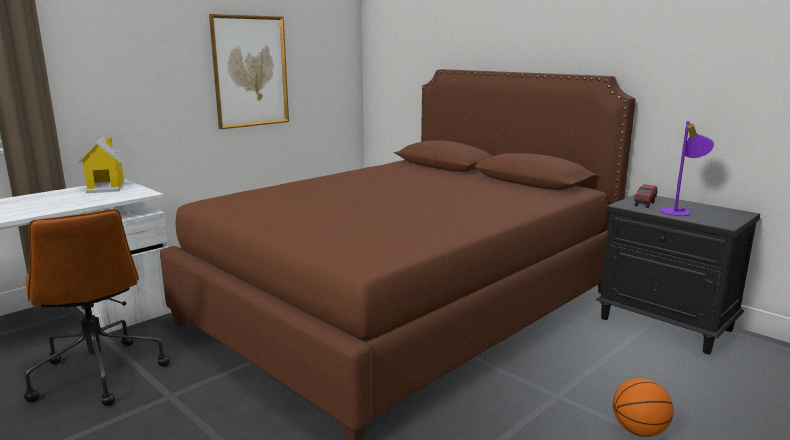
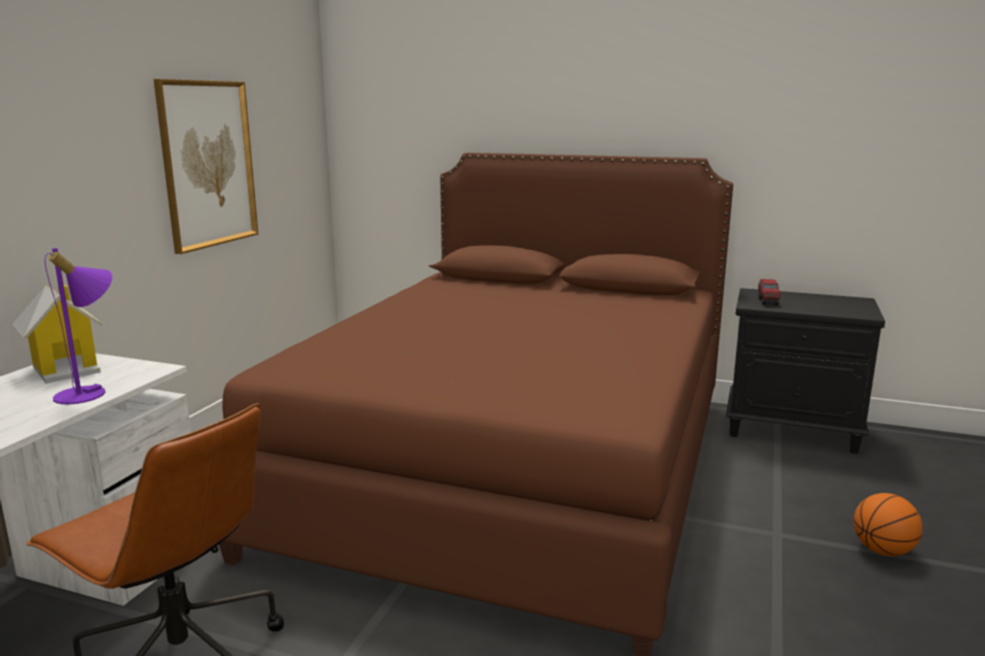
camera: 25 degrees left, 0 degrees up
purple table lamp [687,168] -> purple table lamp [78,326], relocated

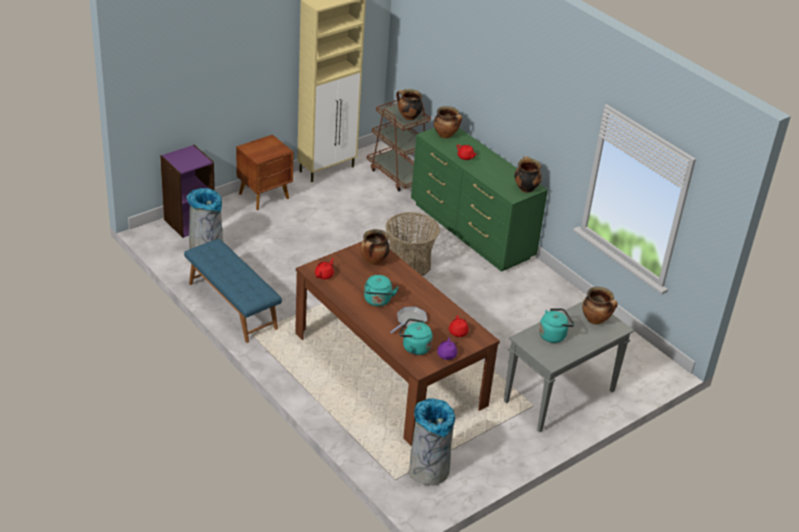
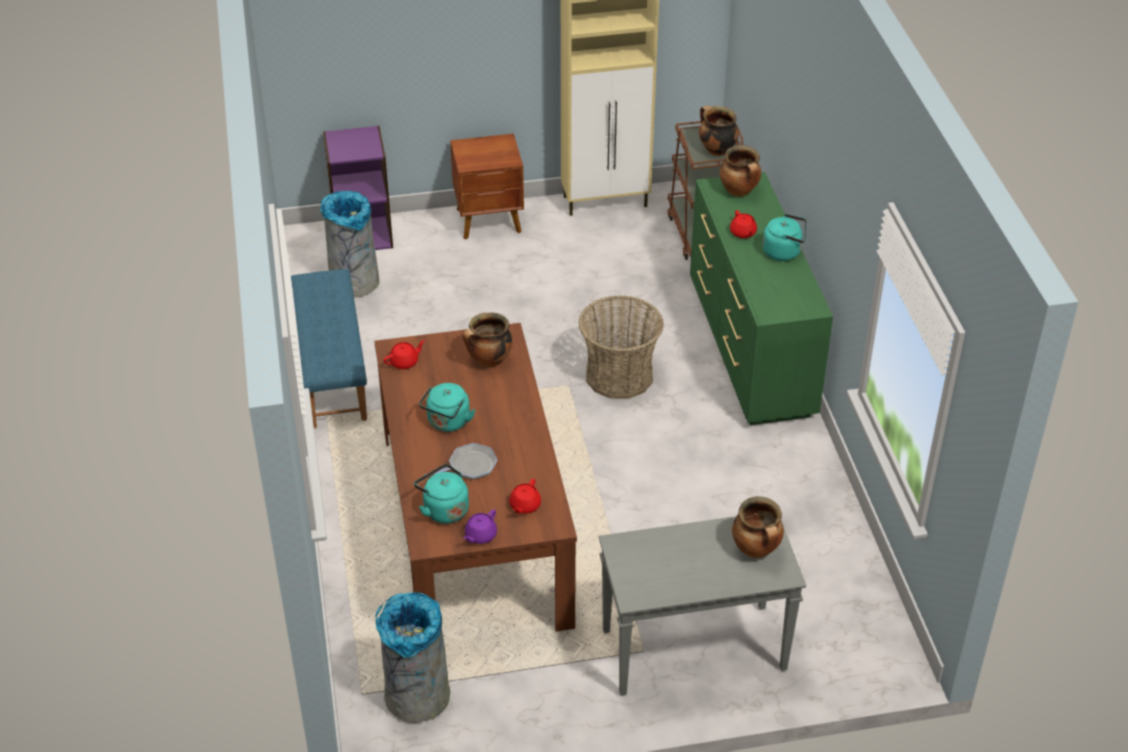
camera: 30 degrees right, 5 degrees up
cooking pot [528,174] -> none
turquoise kettle [557,325] -> turquoise kettle [785,237], relocated

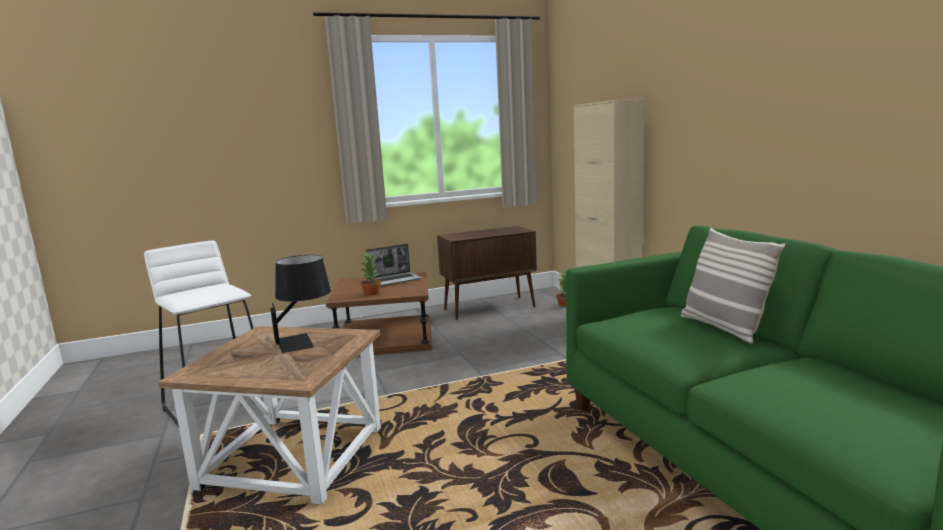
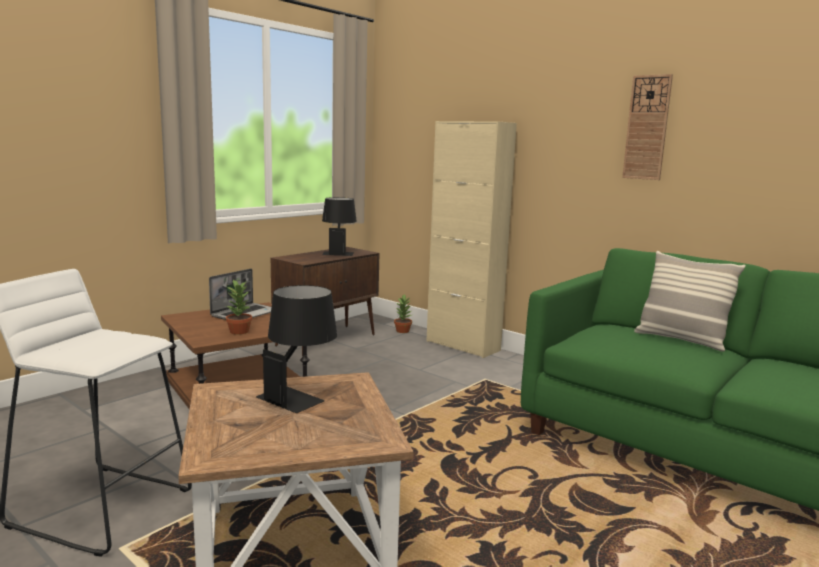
camera: 30 degrees left, 0 degrees up
none -> black table lamp [339,226]
none -> wall clock [647,127]

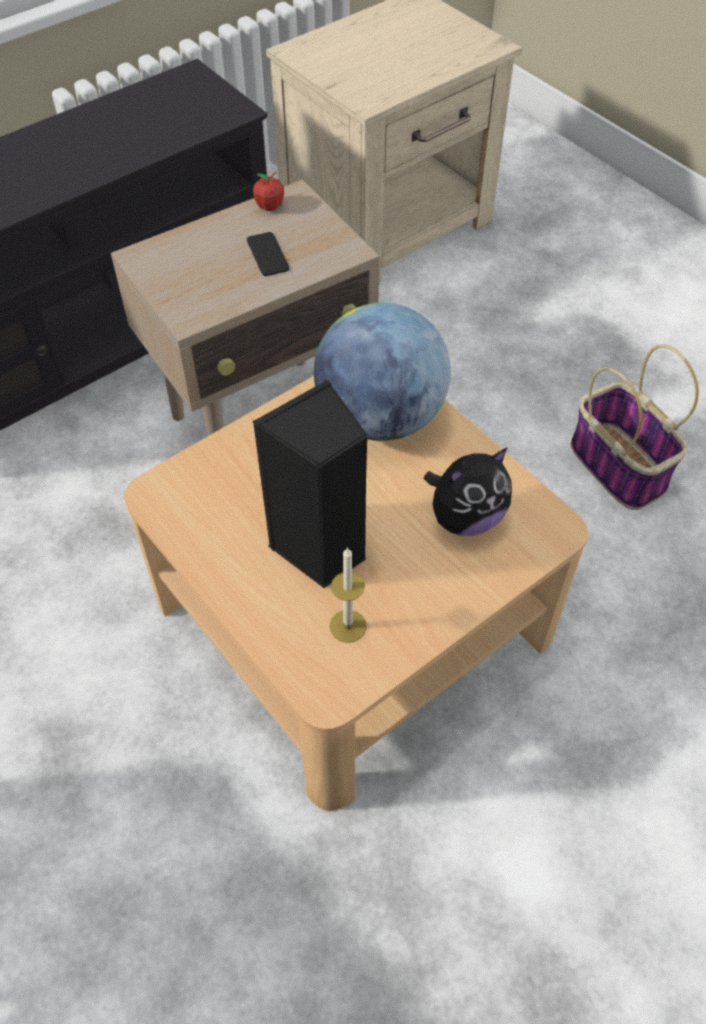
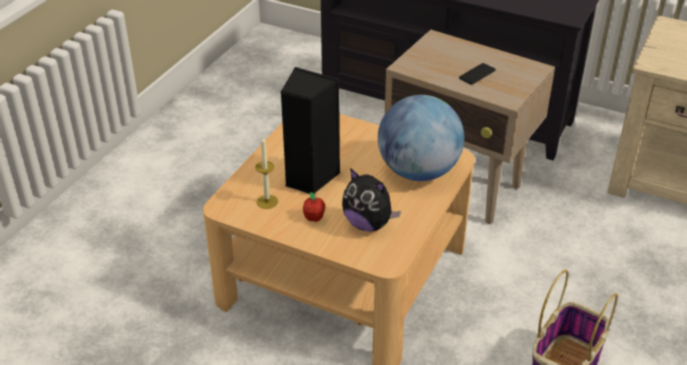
camera: 65 degrees right, 15 degrees down
apple [268,191] -> apple [314,207], relocated

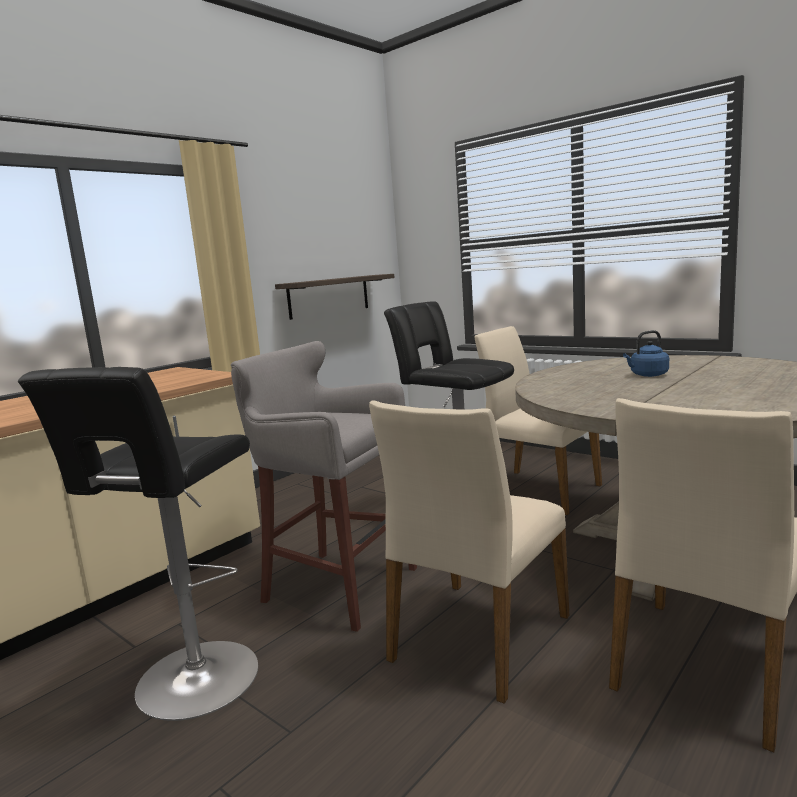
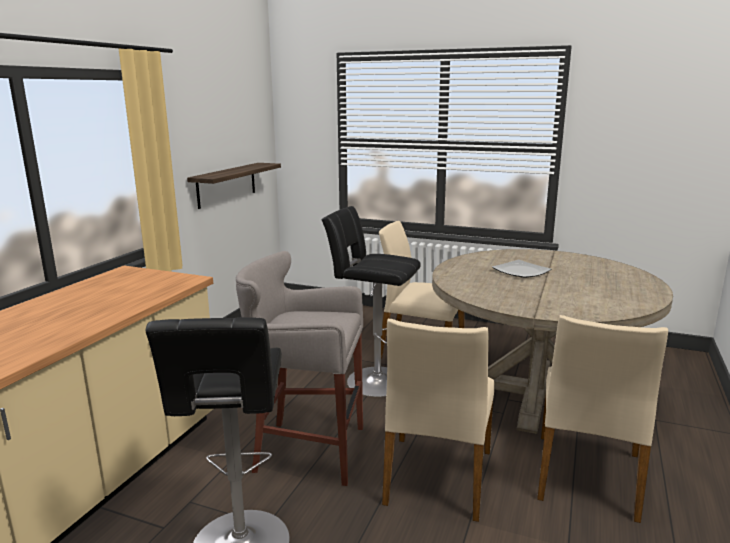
camera: 20 degrees left, 5 degrees up
blue kettle [646,353] -> plate [522,269]

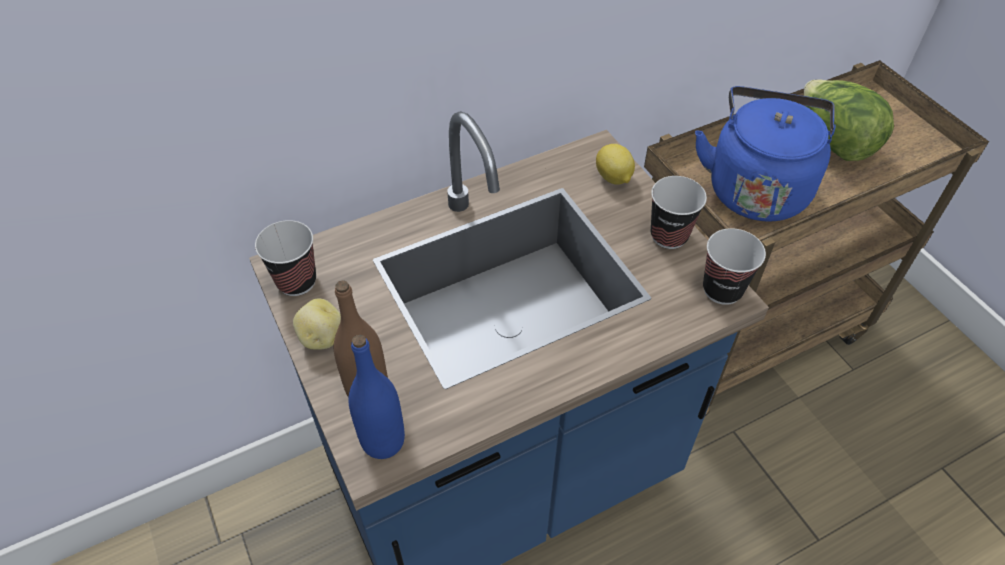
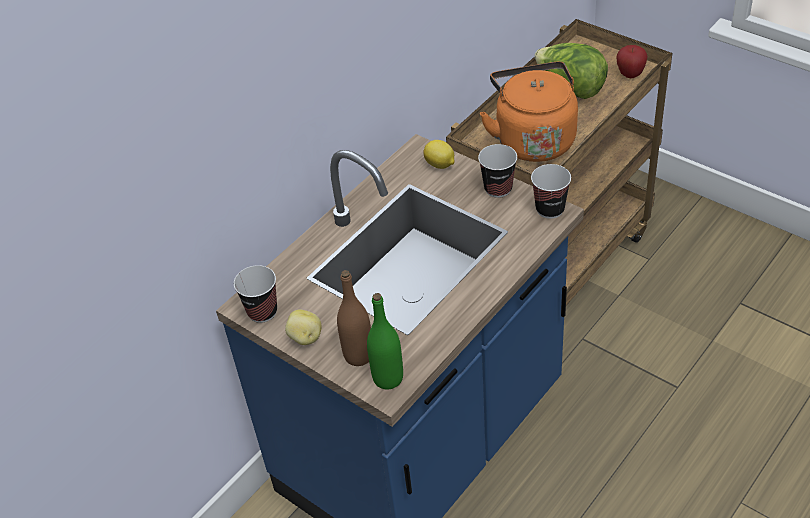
camera: 20 degrees left, 5 degrees down
none -> apple [632,61]
blue bottle [376,396] -> green bottle [385,341]
blue kettle [765,154] -> orange kettle [529,112]

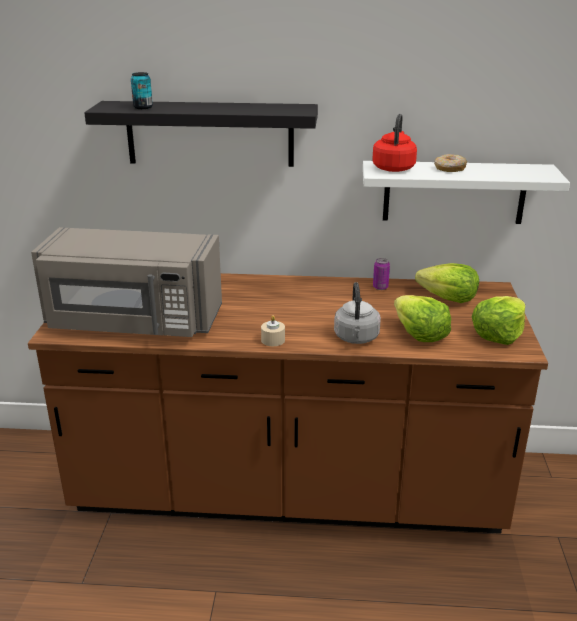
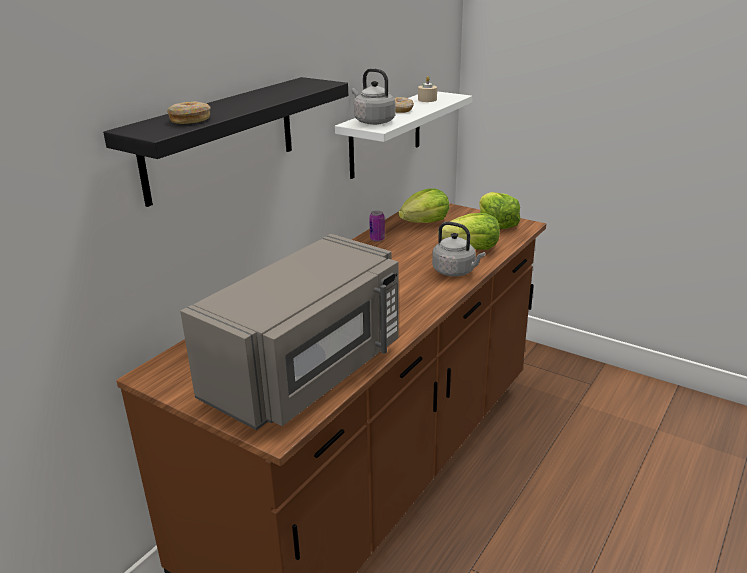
camera: 60 degrees left, 0 degrees up
beige candle [273,330] -> beige candle [427,89], relocated
can [142,90] -> donut [189,112]
red kettle [394,143] -> grey kettle [374,96]

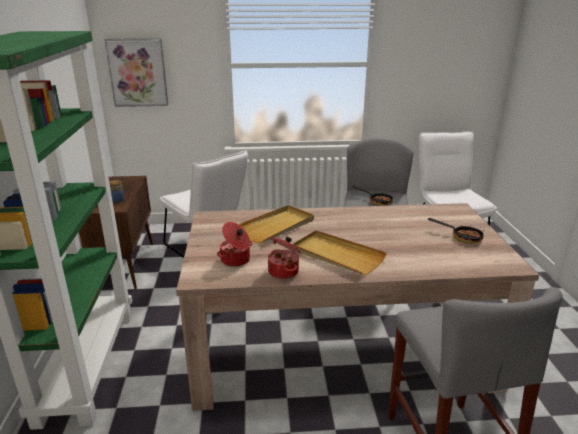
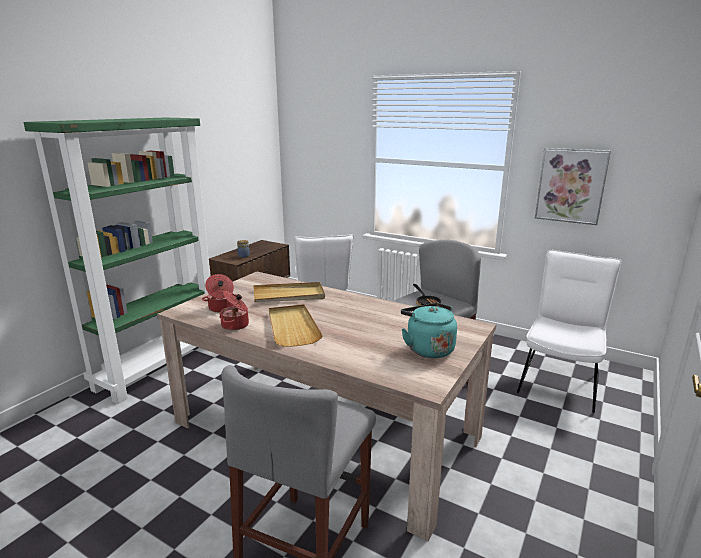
camera: 35 degrees right, 5 degrees down
picture [136,73] -> picture [573,186], relocated
frying pan [456,231] -> turquoise kettle [429,330]

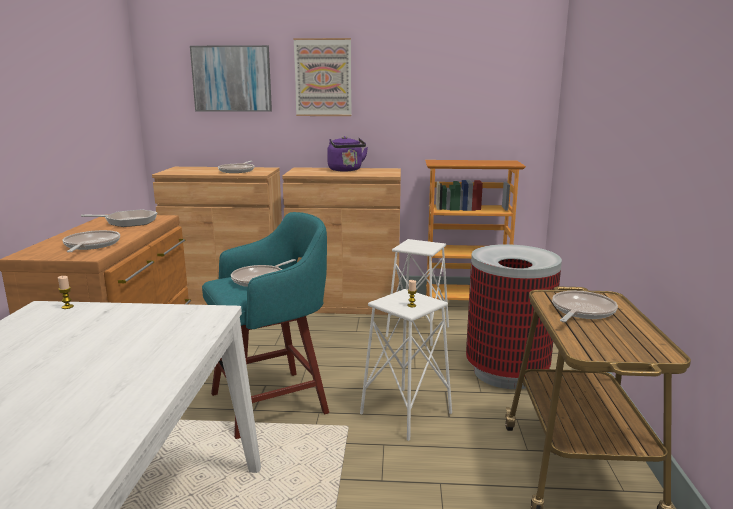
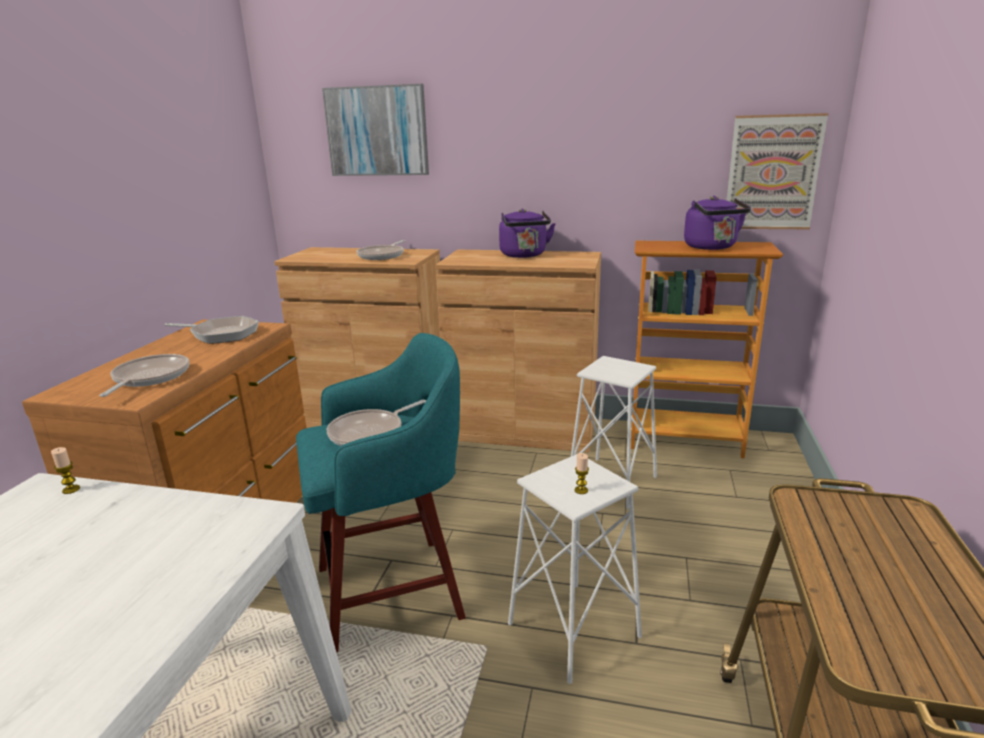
camera: 10 degrees right, 5 degrees up
trash can [514,316] -> none
frying pan [585,306] -> none
none -> purple kettle [717,223]
picture [322,77] -> picture [777,171], relocated

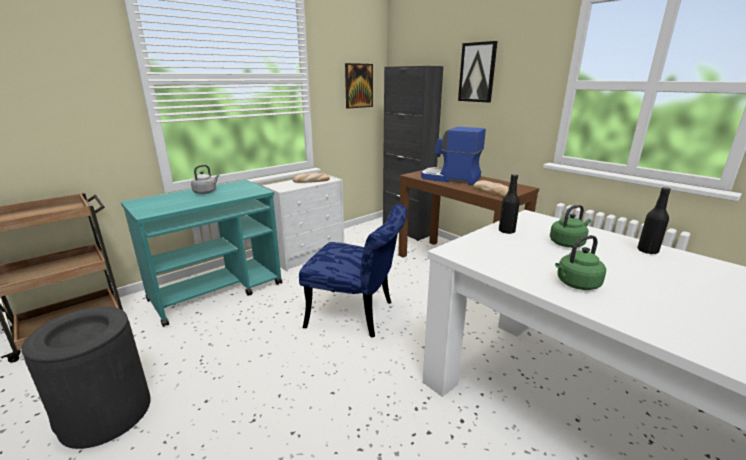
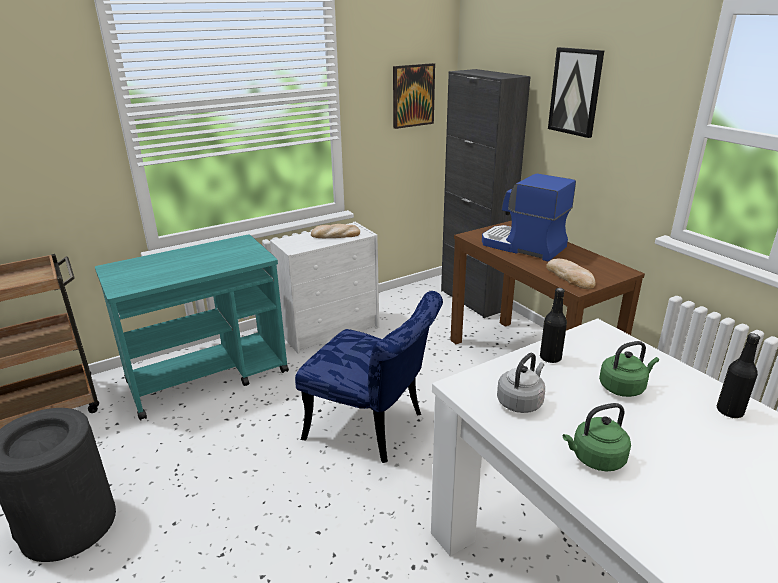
camera: 10 degrees right, 5 degrees up
grey kettle [205,179] -> grey kettle [521,383], relocated

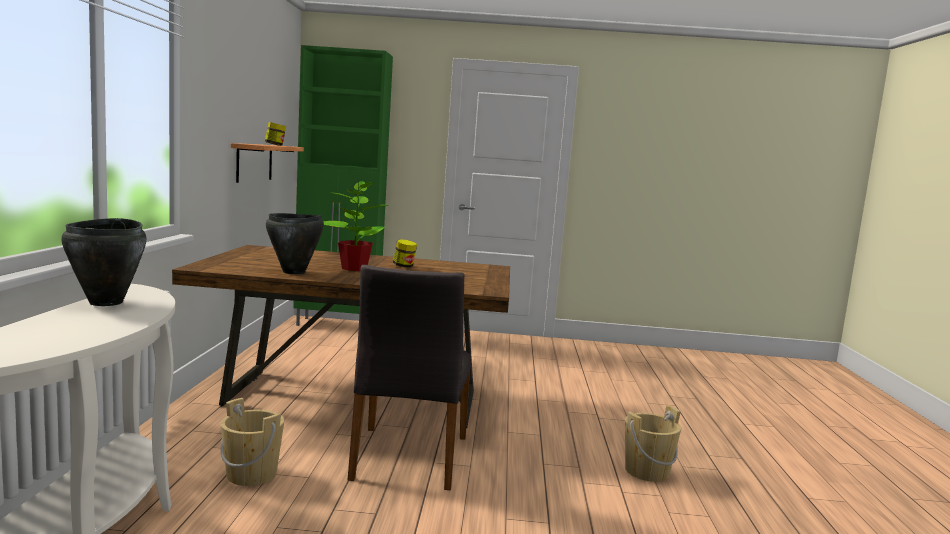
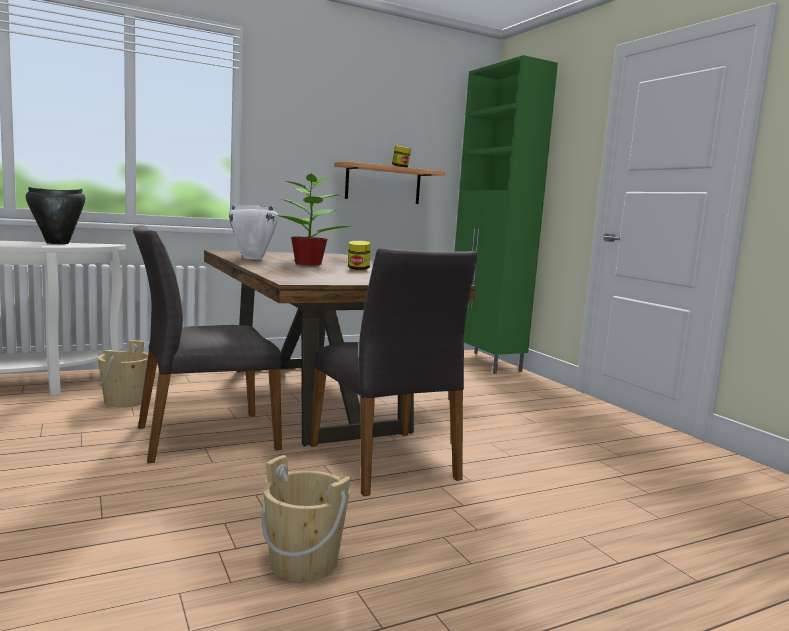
camera: 60 degrees right, 0 degrees up
none -> grey chair [393,372]
black cooking pot [295,243] -> white cooking pot [254,232]

